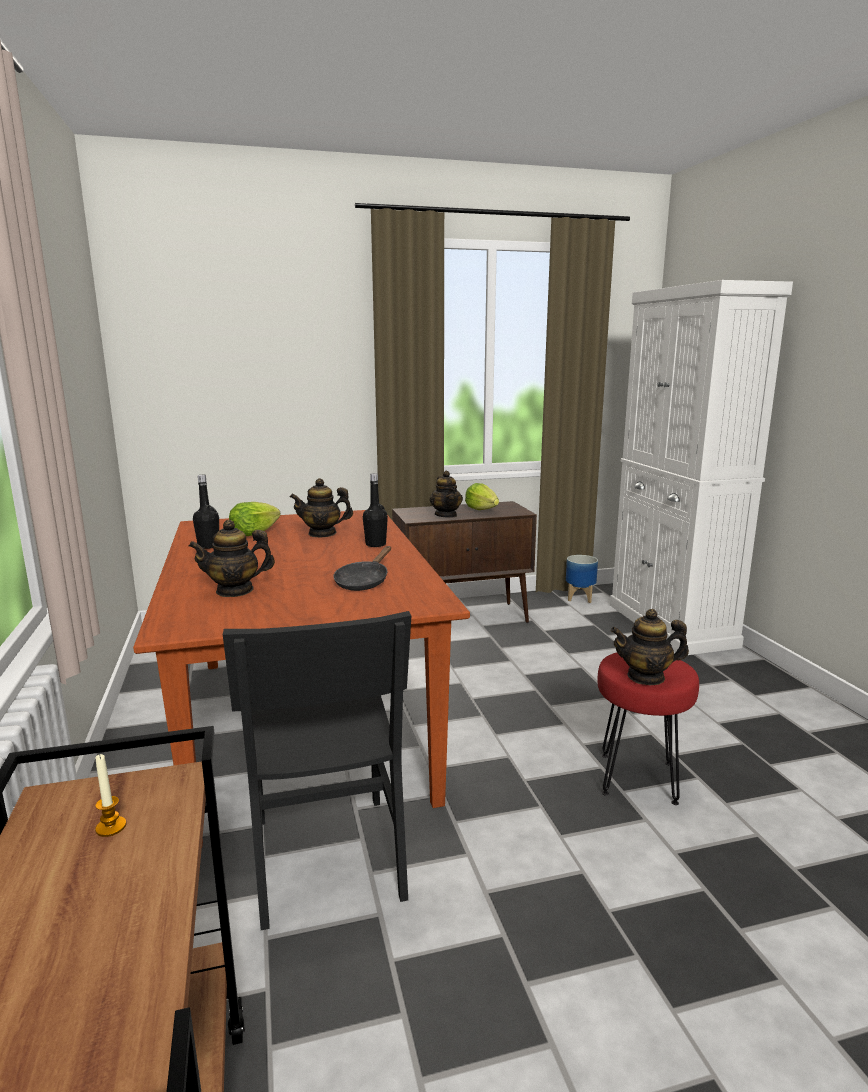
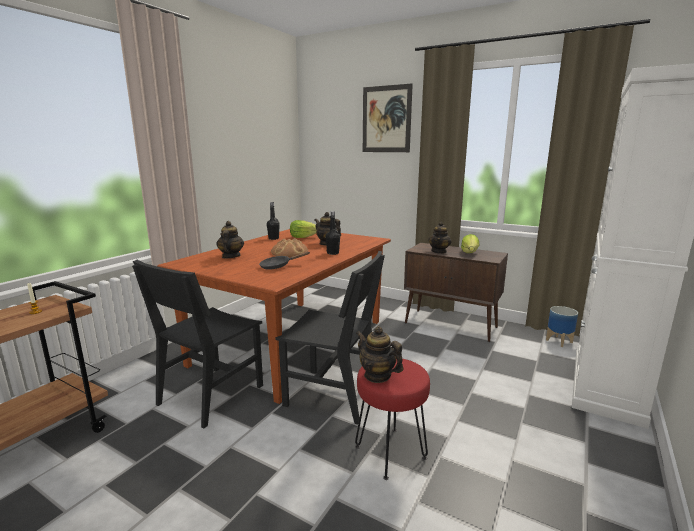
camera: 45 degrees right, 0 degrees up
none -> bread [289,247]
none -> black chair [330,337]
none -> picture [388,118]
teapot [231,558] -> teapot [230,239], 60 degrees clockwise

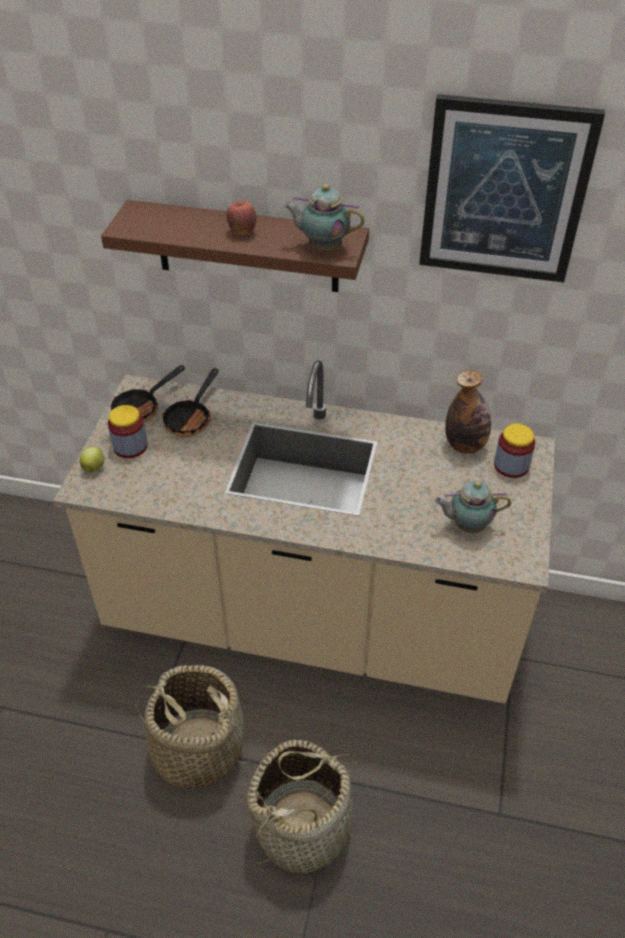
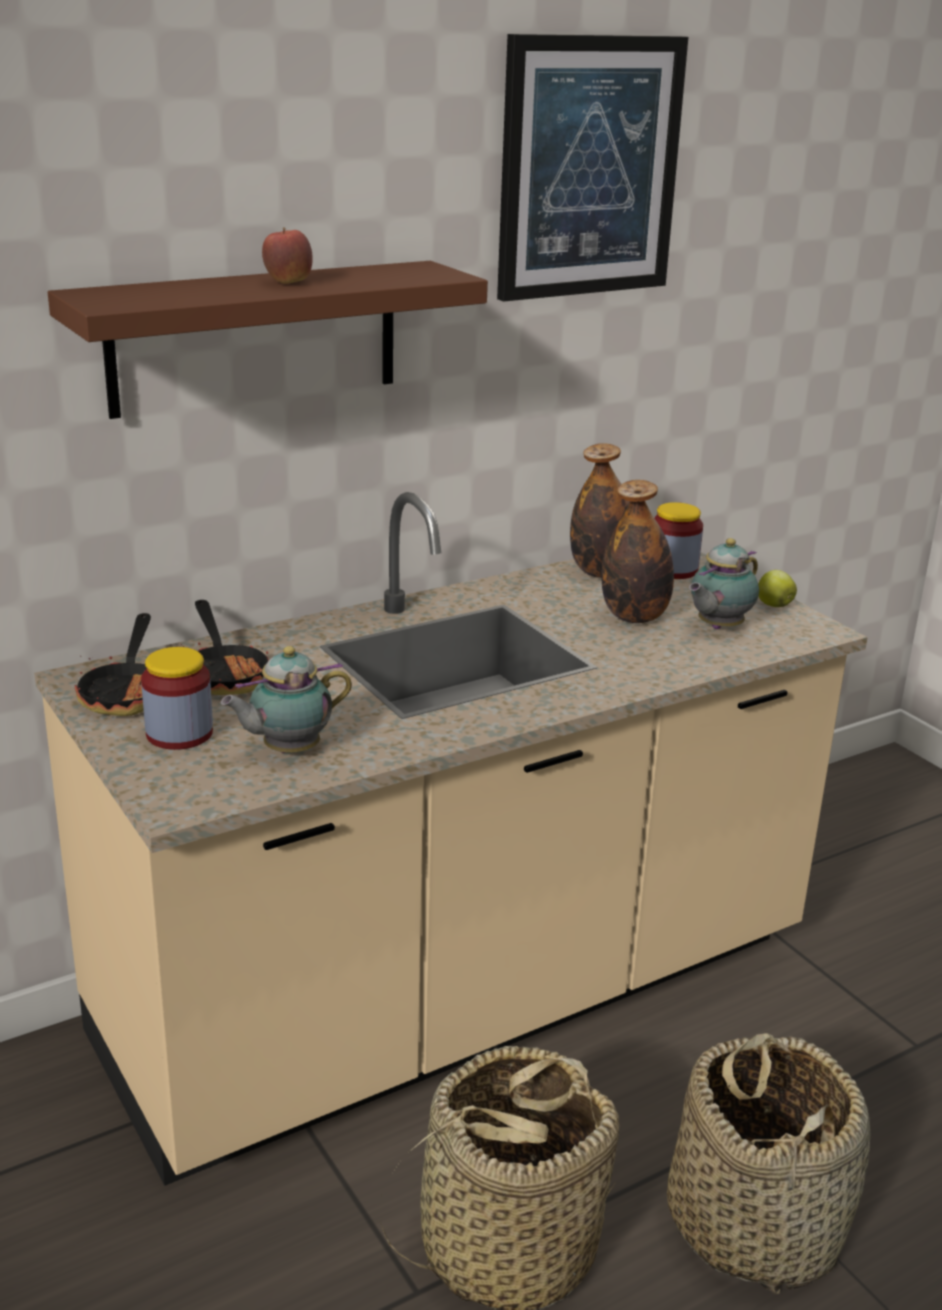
camera: 45 degrees left, 20 degrees down
none -> bottle [638,551]
apple [92,459] -> apple [777,588], relocated
teapot [324,217] -> teapot [286,699], relocated

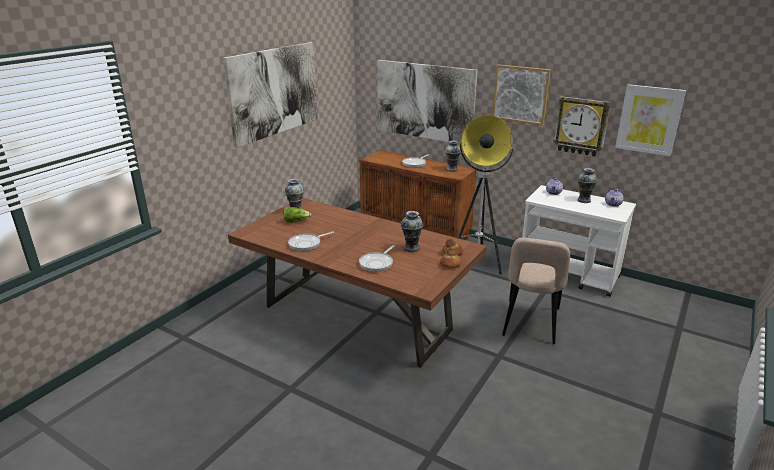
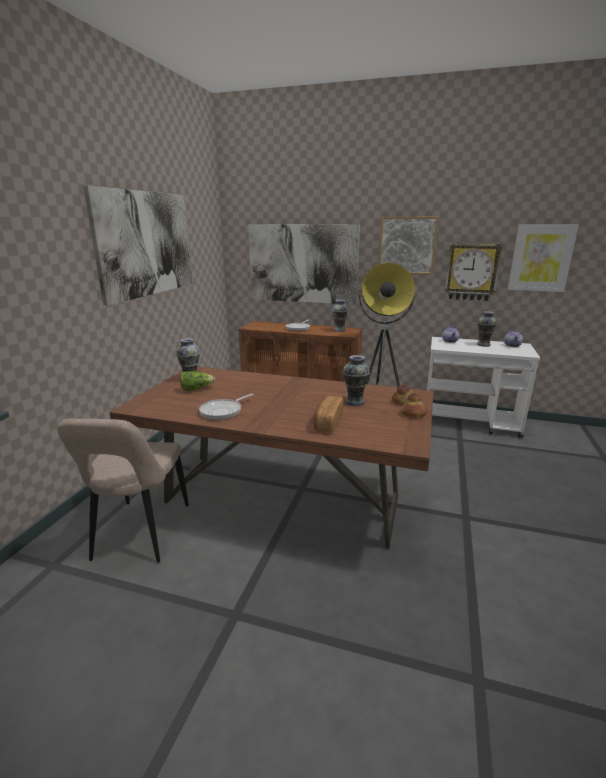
camera: 15 degrees left, 5 degrees down
beige chair [536,291] -> beige chair [123,490], relocated
frying pan [377,258] -> bread [328,414]

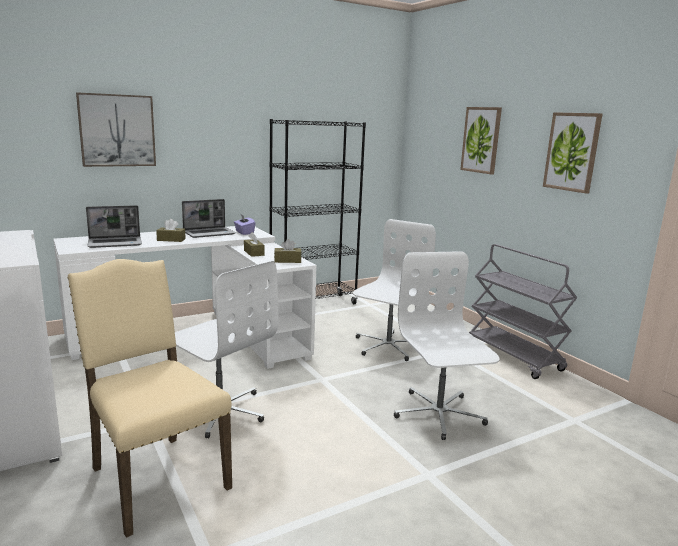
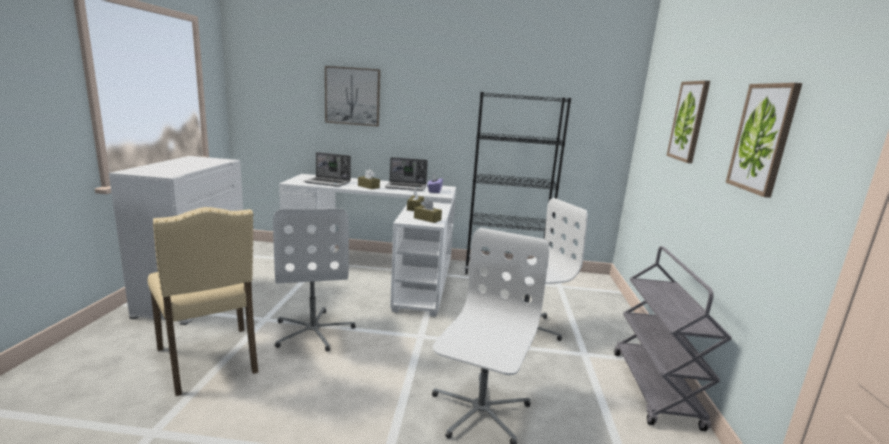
camera: 35 degrees right, 0 degrees up
beige chair [150,398] -> beige chair [203,301], 150 degrees clockwise

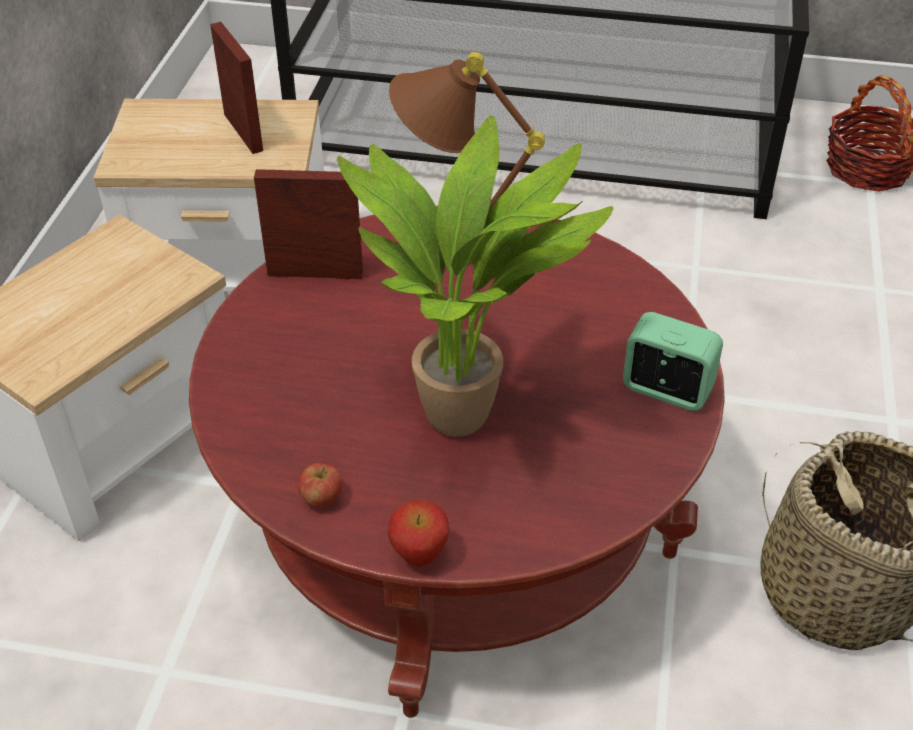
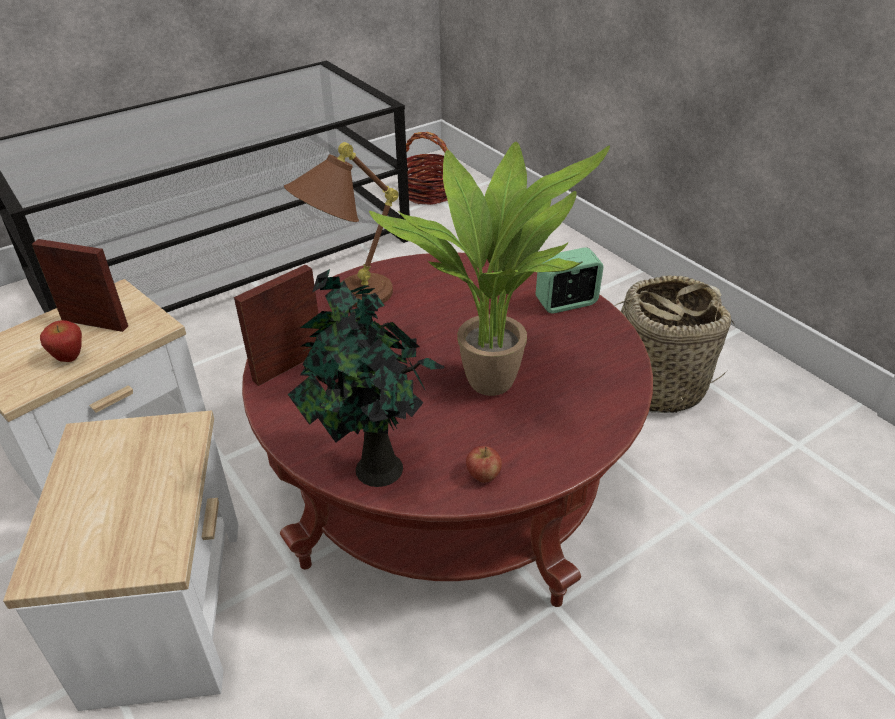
camera: 45 degrees left, 5 degrees down
none -> potted plant [366,378]
apple [418,533] -> apple [61,341], relocated

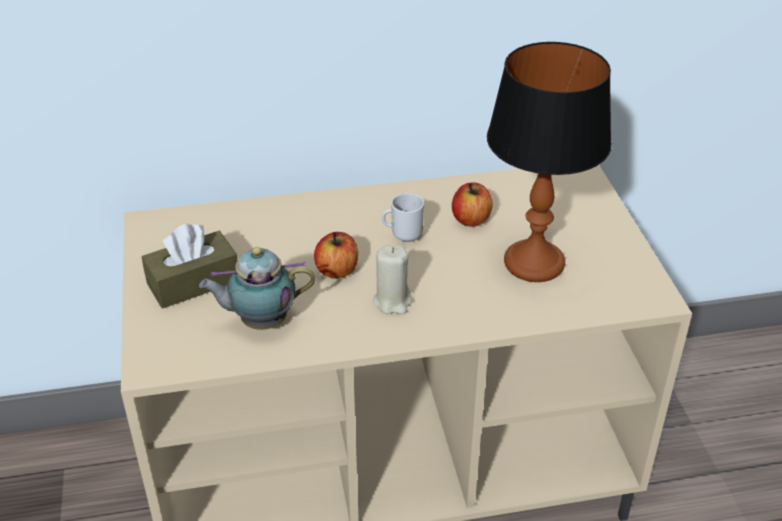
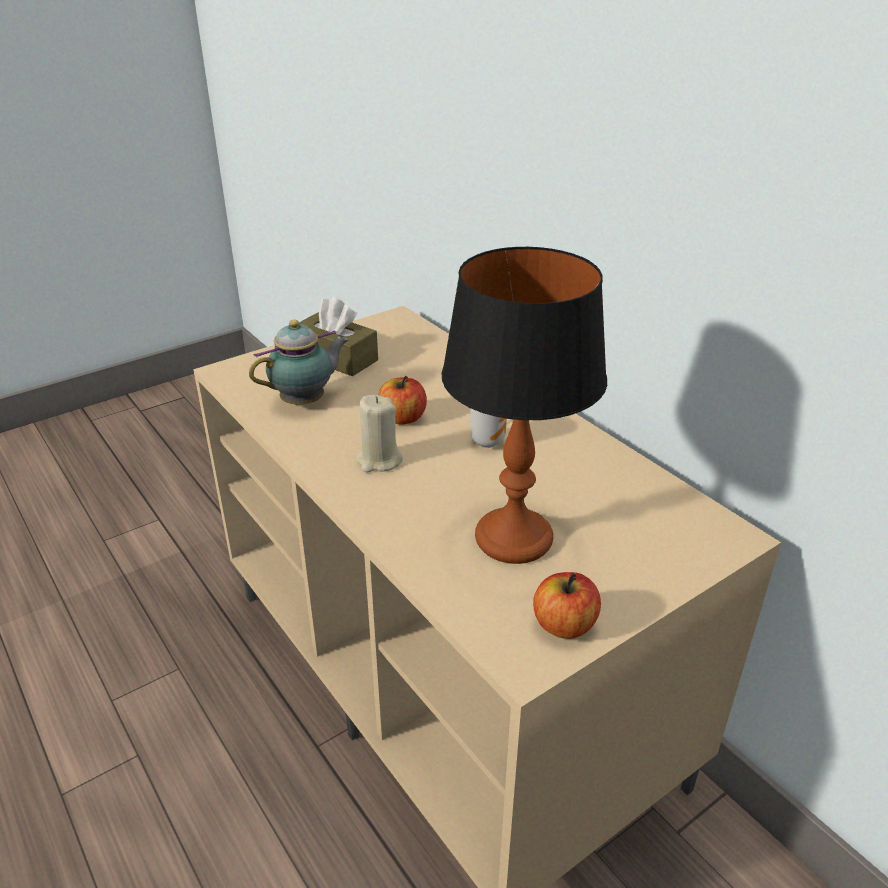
camera: 65 degrees right, 5 degrees down
apple [472,204] -> apple [567,605], relocated
teapot [257,288] -> teapot [299,362], 90 degrees clockwise

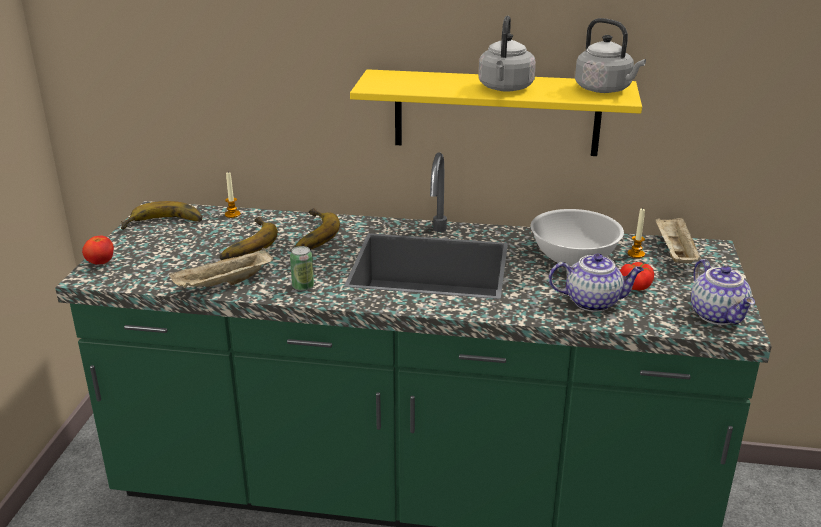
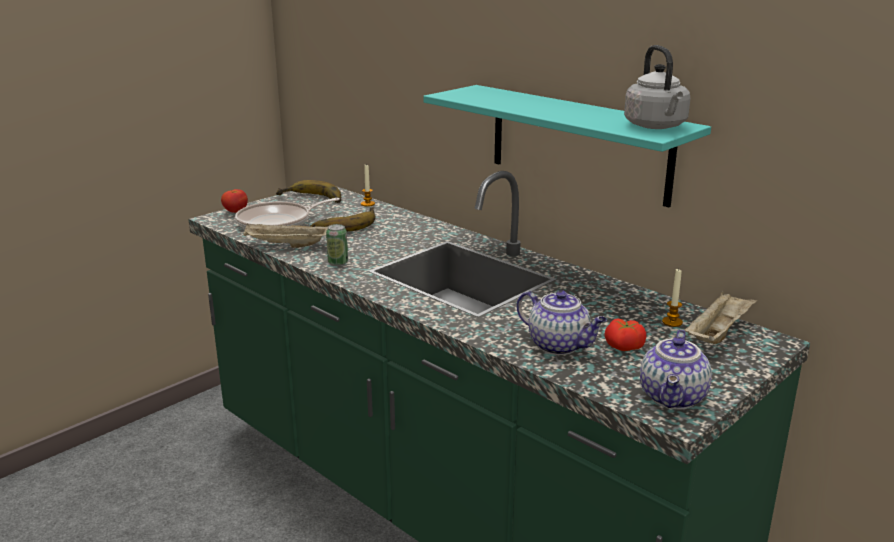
camera: 35 degrees right, 5 degrees down
banana [317,229] -> none
grey kettle [507,54] -> none
white bowl [577,237] -> none
none -> frying pan [287,213]
yellow shelf [496,112] -> turquoise shelf [567,146]

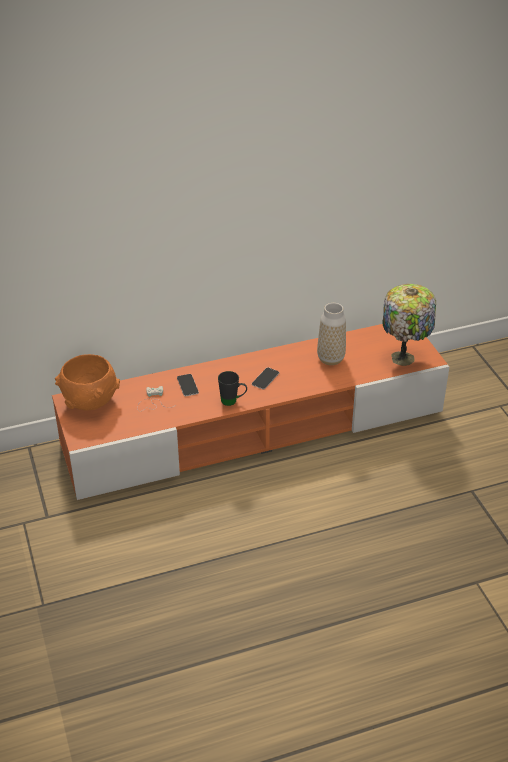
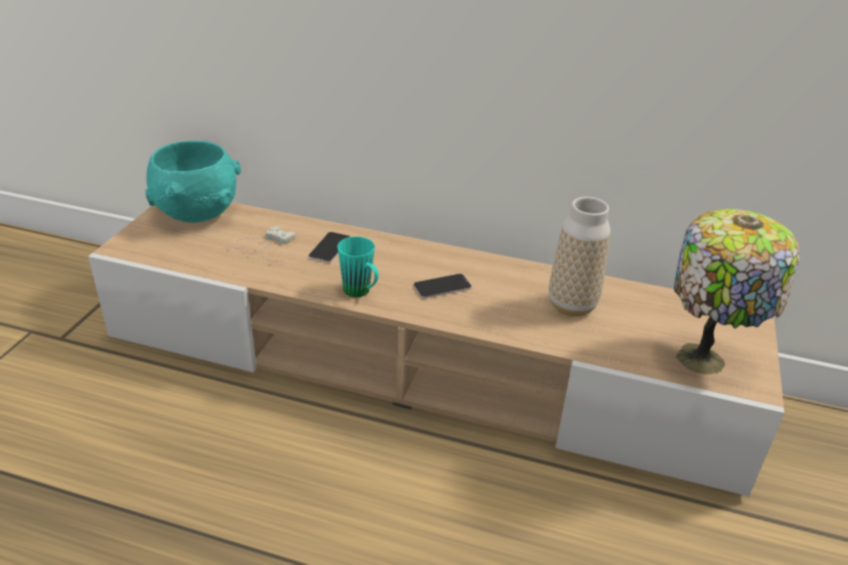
camera: 35 degrees right, 5 degrees down
orange tv stand [250,412] -> beige tv stand [436,349]
orange bowl [87,382] -> turquoise bowl [193,182]
black mug [232,388] -> turquoise mug [358,266]

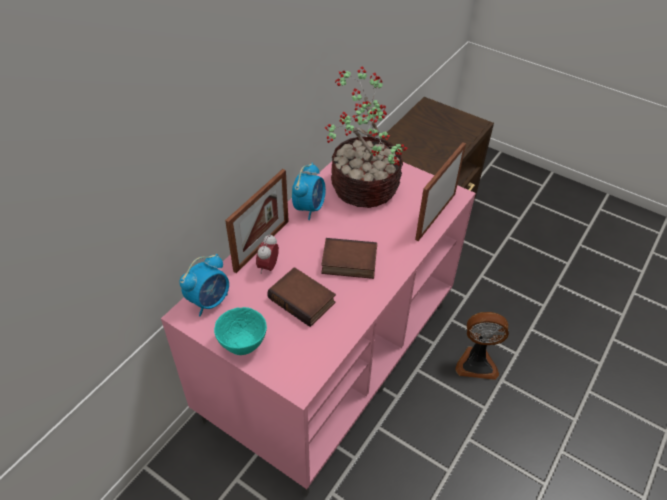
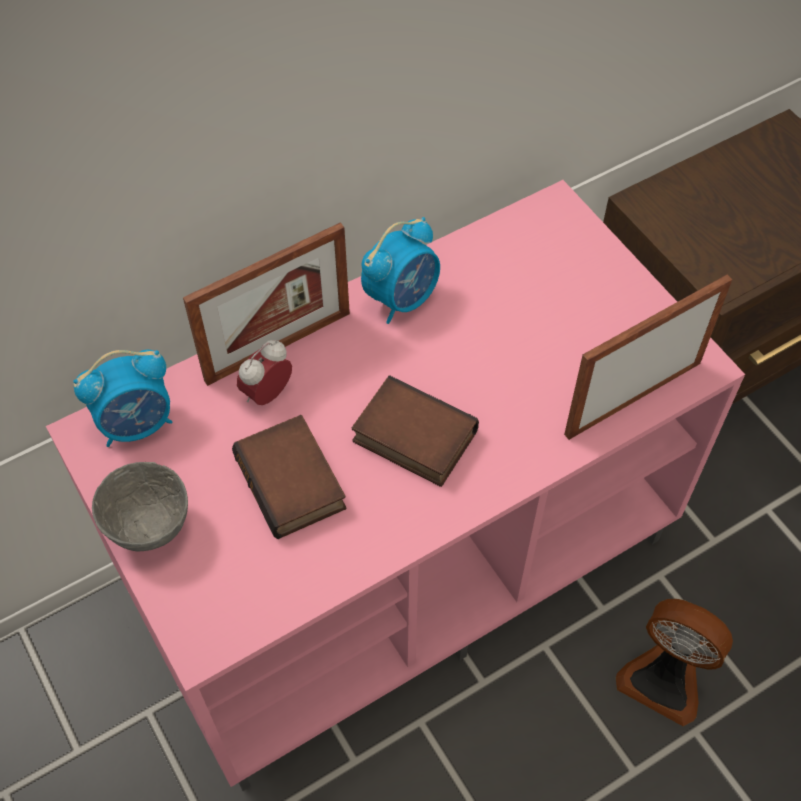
camera: 25 degrees right, 10 degrees up
potted plant [365,137] -> none
turquoise bowl [240,331] -> grey bowl [140,507]

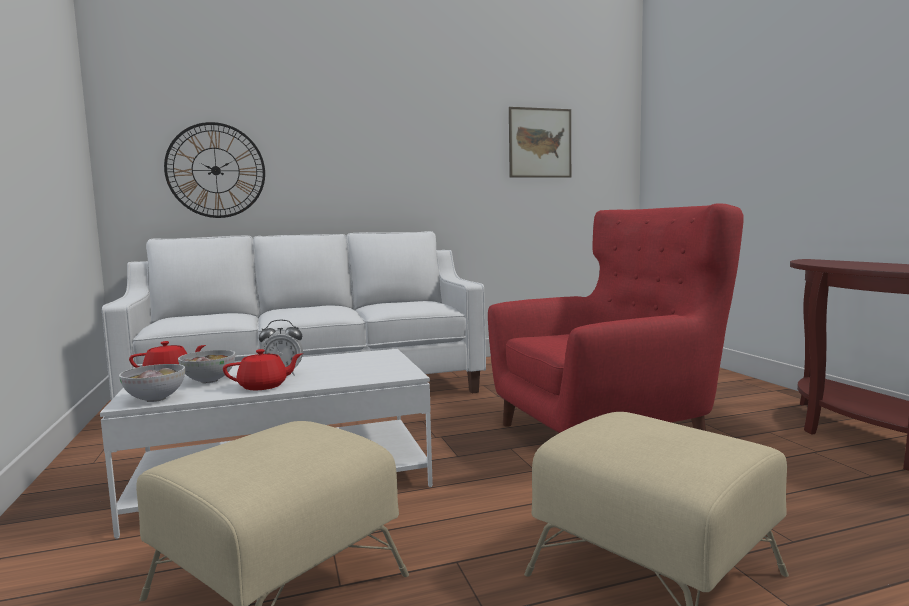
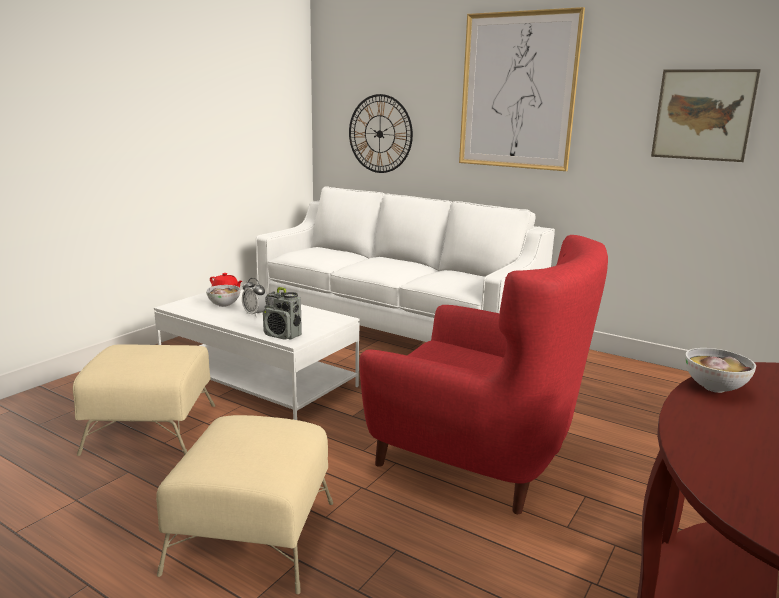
camera: 50 degrees right, 10 degrees up
red teapot [263,369] -> none
none -> radio [282,313]
none -> picture [522,89]
bowl [152,383] -> bowl [720,370], relocated

